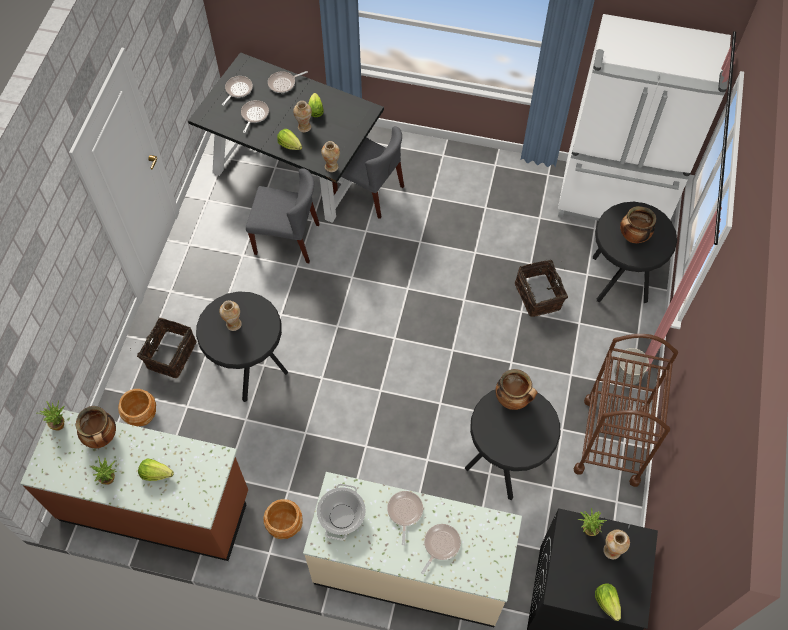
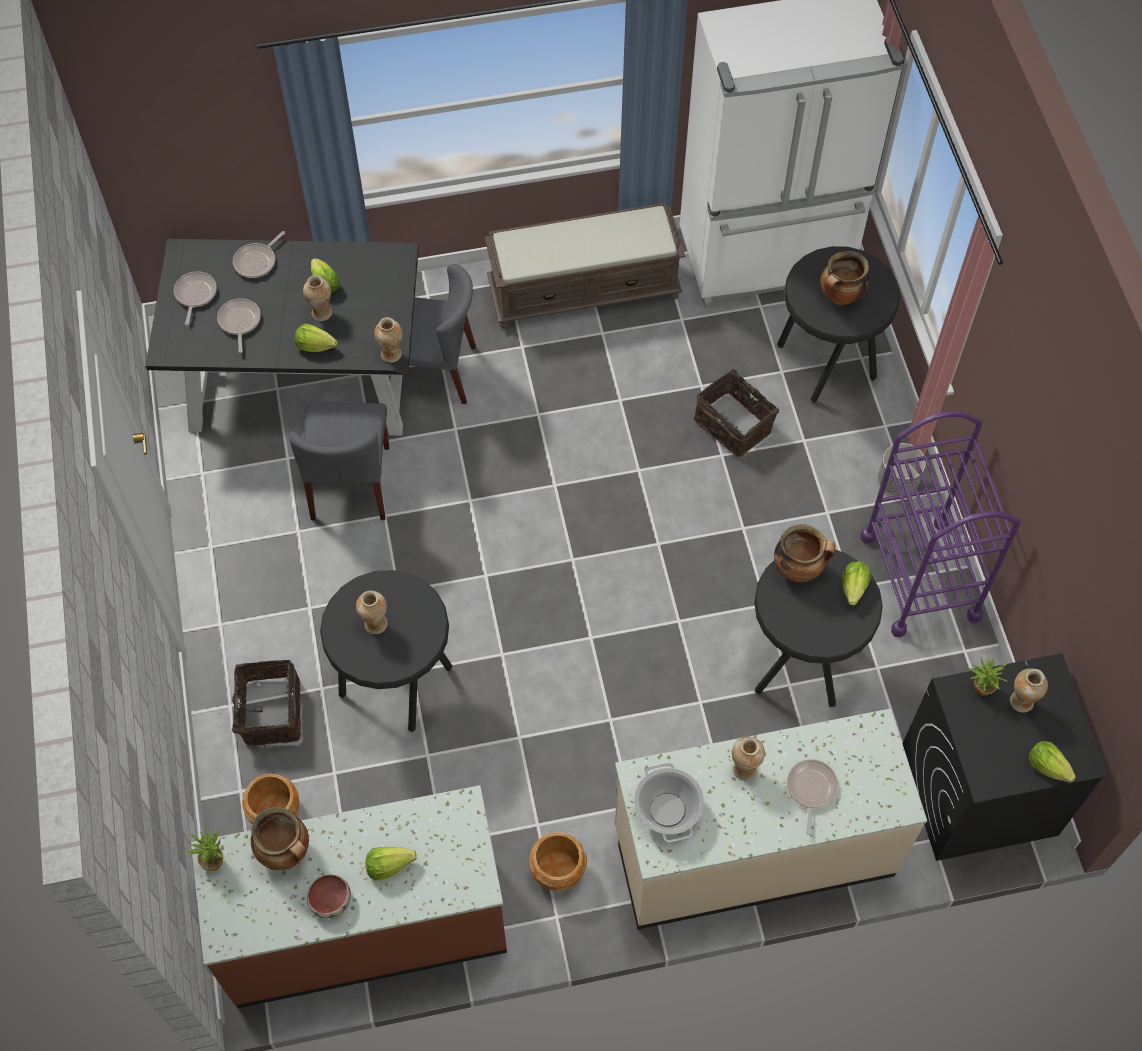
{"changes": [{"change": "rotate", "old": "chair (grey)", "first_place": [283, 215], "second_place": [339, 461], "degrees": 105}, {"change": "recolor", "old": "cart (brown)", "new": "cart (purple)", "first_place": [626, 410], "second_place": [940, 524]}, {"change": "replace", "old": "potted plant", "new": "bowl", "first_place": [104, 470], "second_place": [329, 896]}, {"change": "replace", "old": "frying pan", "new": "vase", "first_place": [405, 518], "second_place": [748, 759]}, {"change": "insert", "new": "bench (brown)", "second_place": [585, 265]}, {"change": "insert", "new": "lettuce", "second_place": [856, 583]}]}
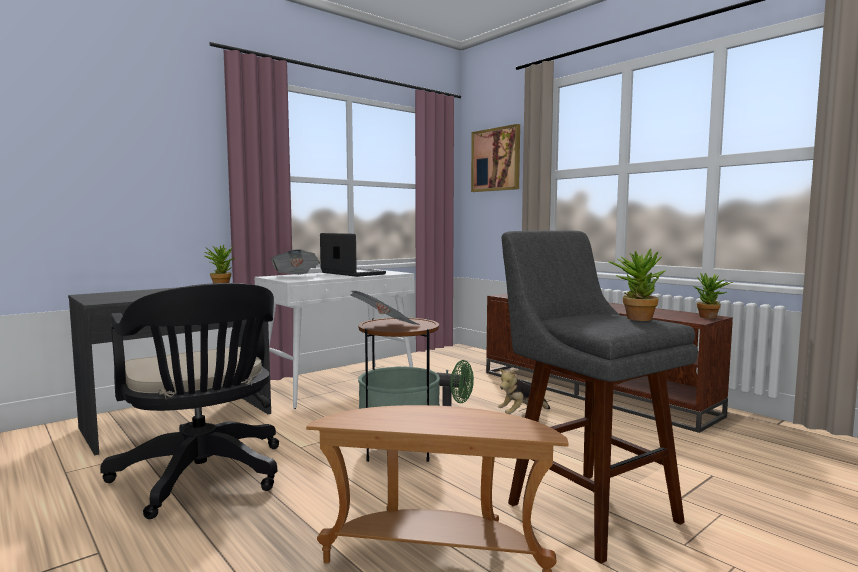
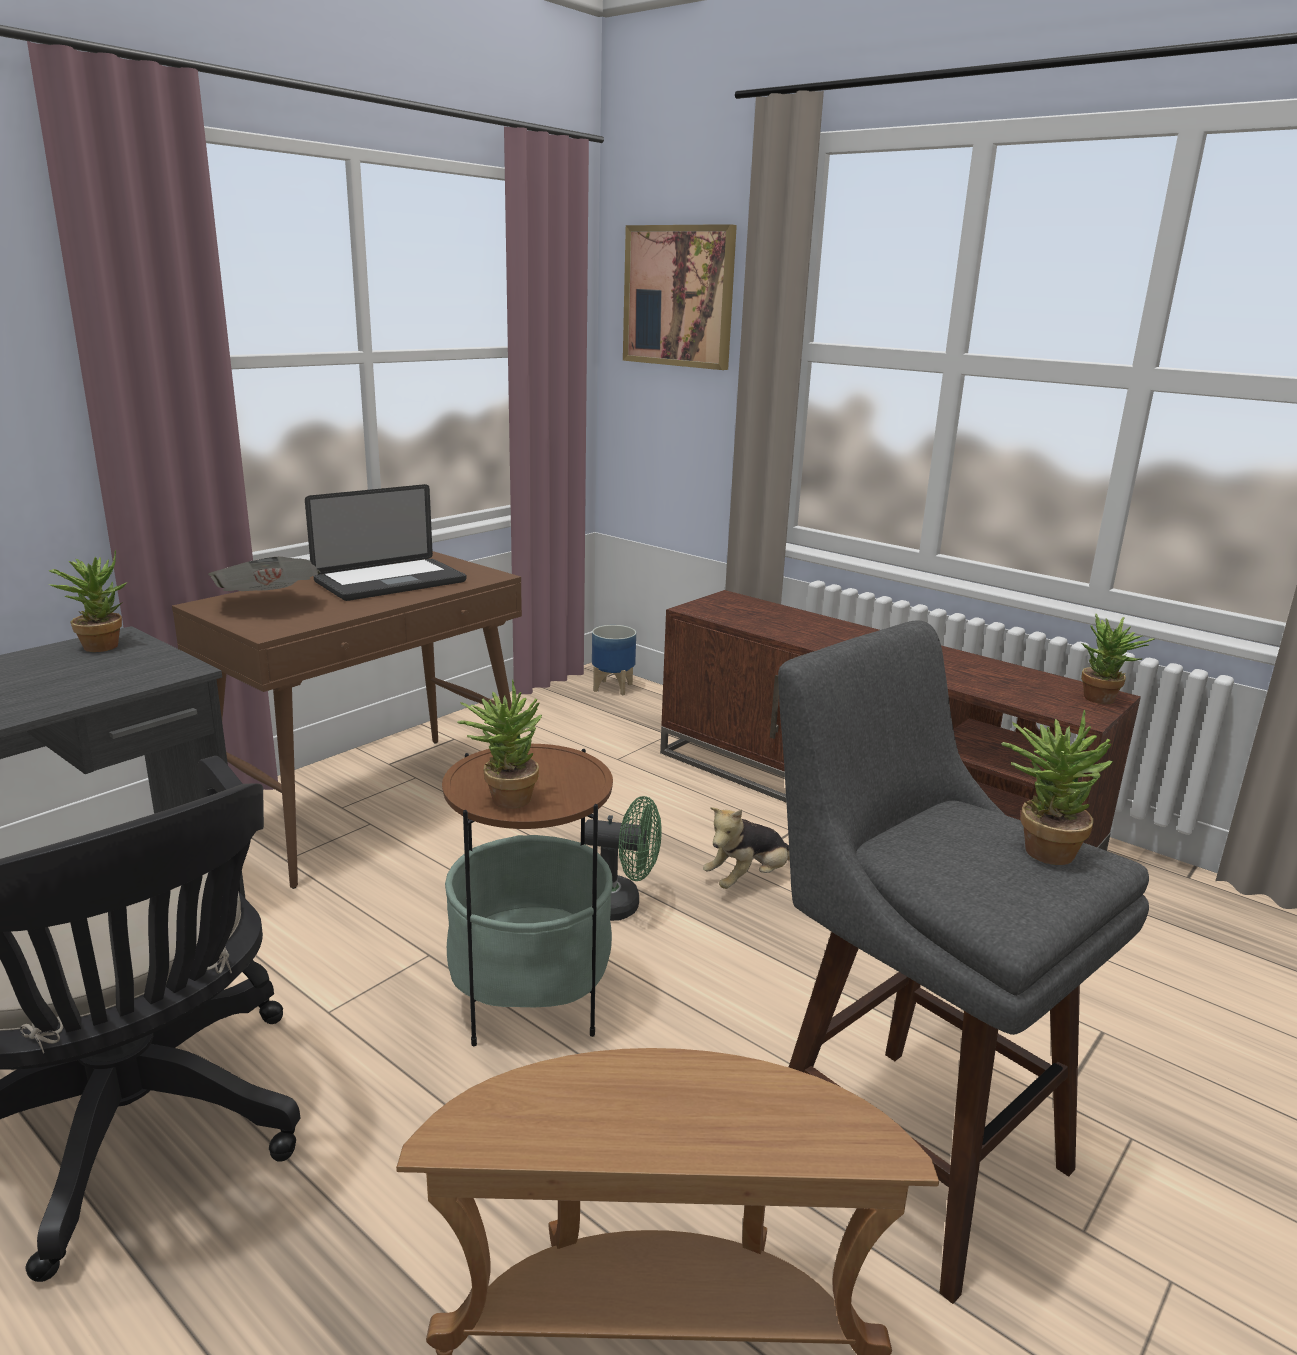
{"changes": [{"change": "rotate", "old": "laptop", "first_place": [353, 255], "second_place": [385, 542], "degrees": 105}, {"change": "recolor", "old": "console table (white)", "new": "console table (brown)", "first_place": [334, 339], "second_place": [347, 720]}, {"change": "replace", "old": "newspaper", "new": "potted plant", "first_place": [385, 308], "second_place": [499, 744]}, {"change": "insert", "new": "planter", "second_place": [614, 660]}]}
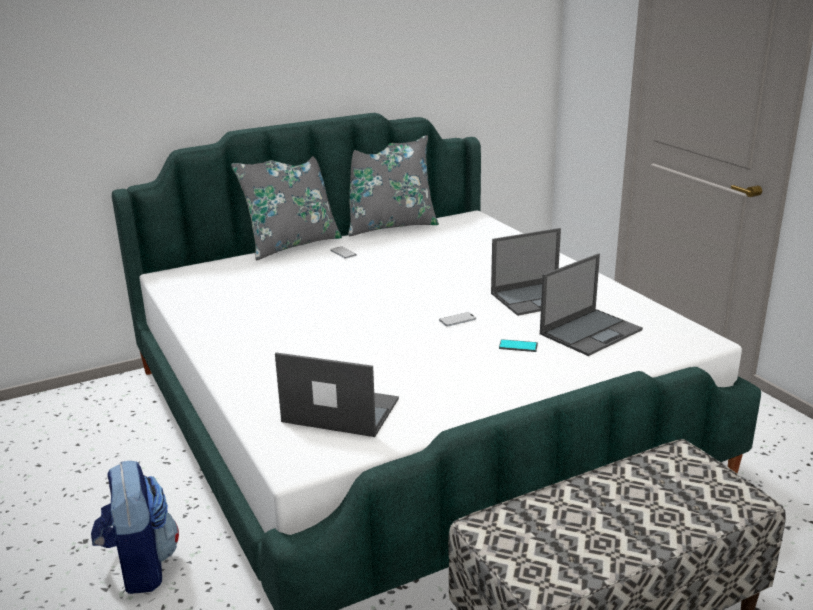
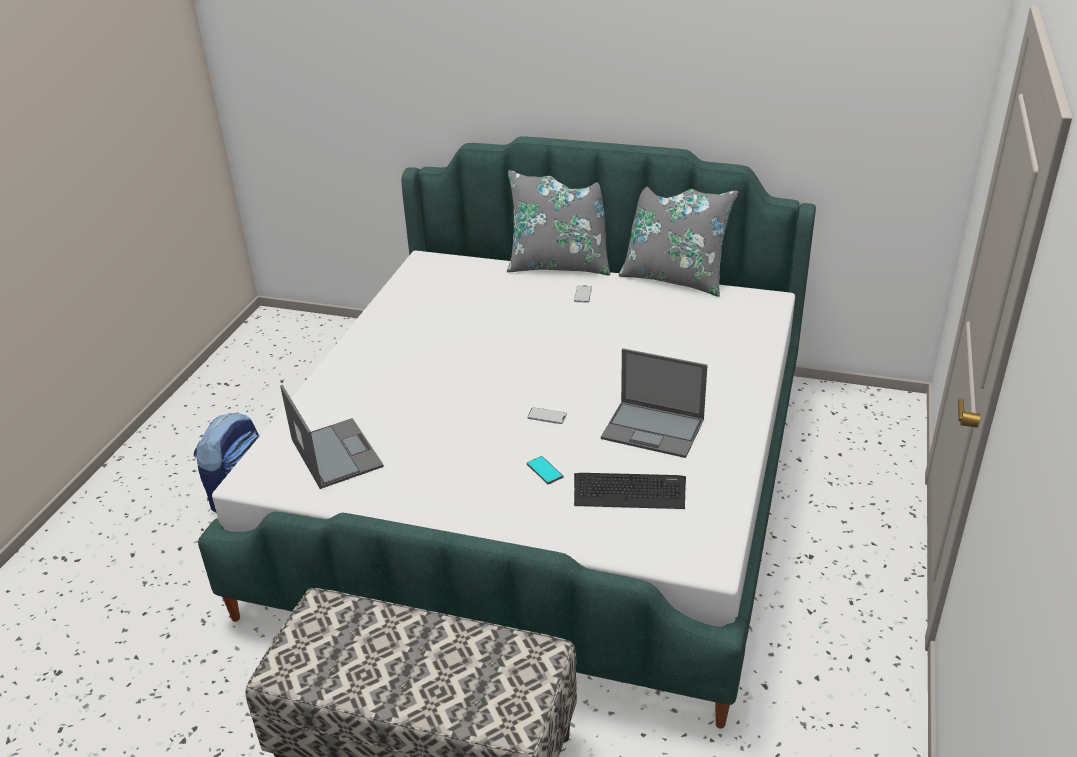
{"changes": [{"change": "replace", "old": "laptop", "new": "keyboard", "first_place": [591, 304], "second_place": [630, 491]}]}
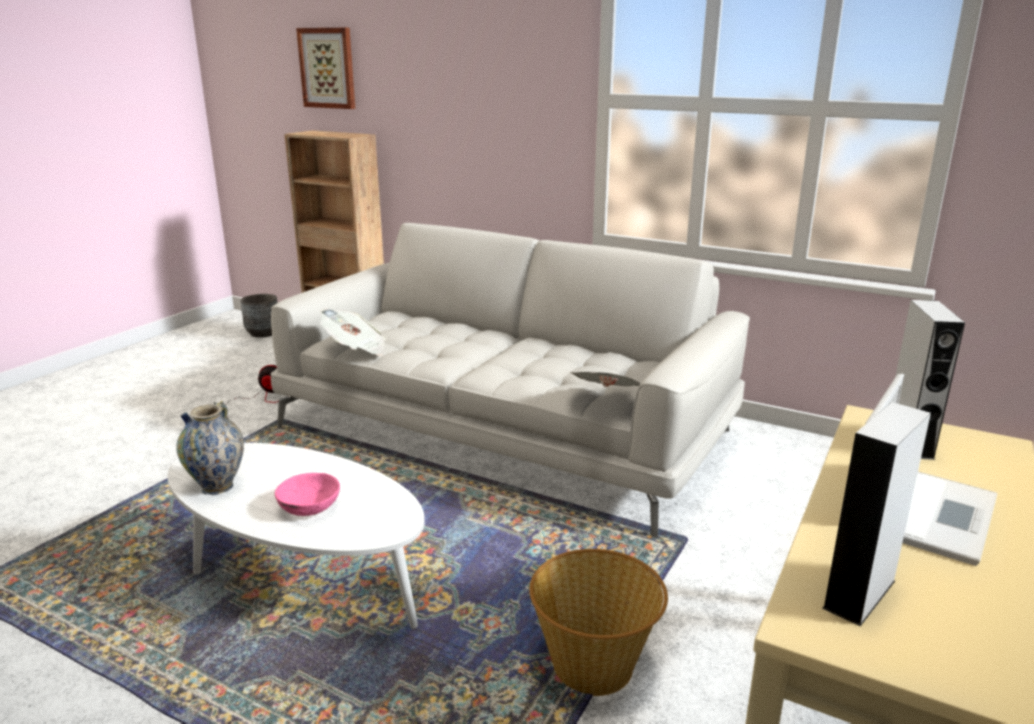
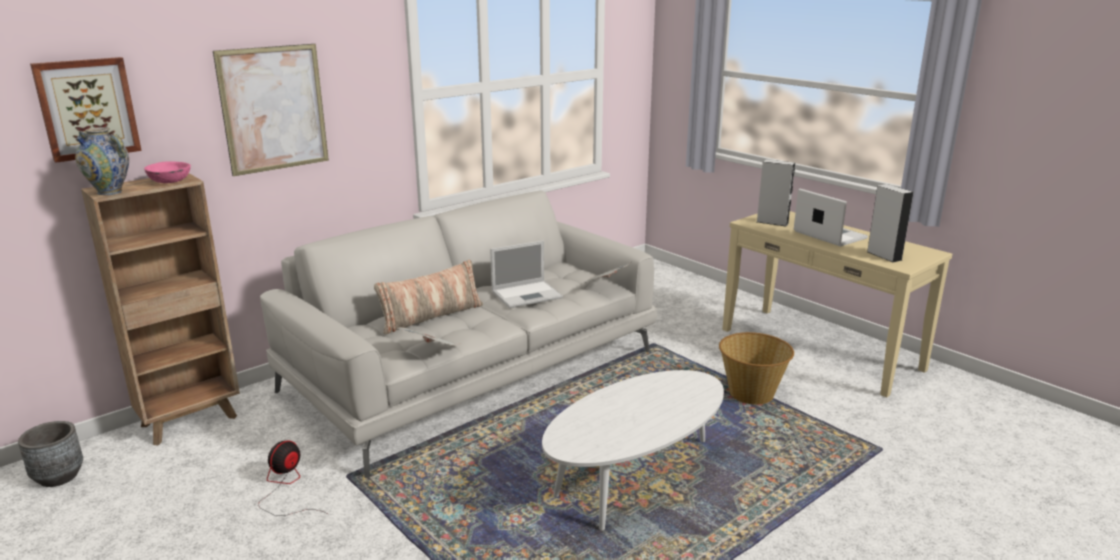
{"changes": [{"change": "move", "old": "vase", "first_place": [210, 448], "second_place": [102, 161]}, {"change": "move", "old": "bowl (pink)", "first_place": [307, 494], "second_place": [167, 172]}, {"change": "insert", "new": "picture", "second_place": [271, 110]}, {"change": "insert", "new": "laptop", "second_place": [526, 274]}, {"change": "insert", "new": "pillow", "second_place": [428, 297]}]}
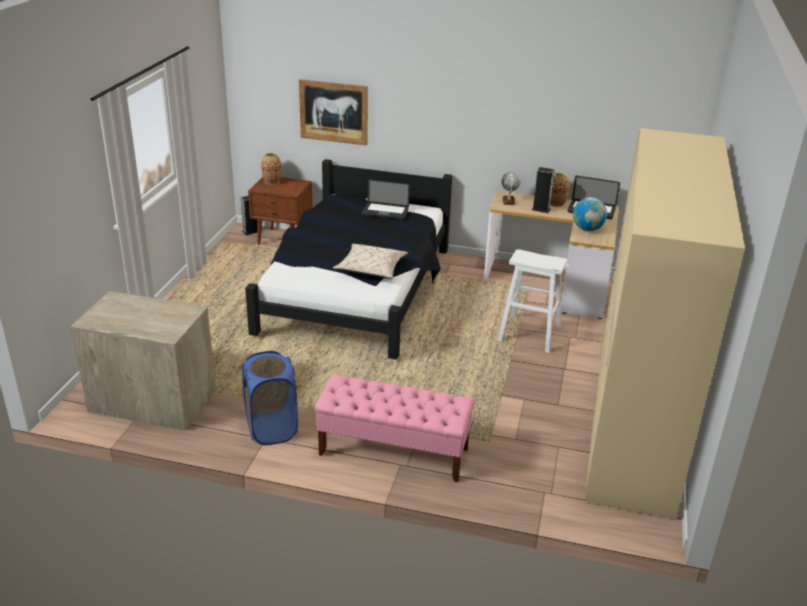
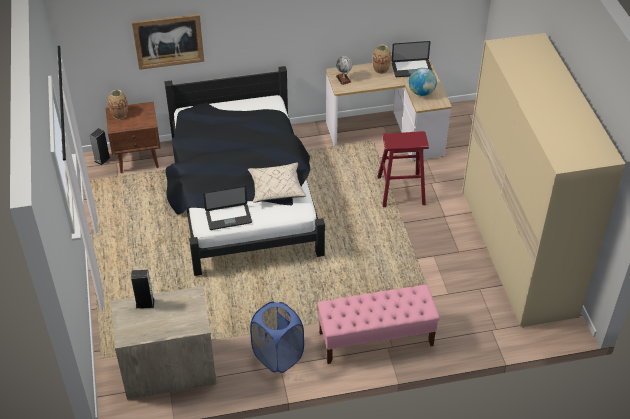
{"changes": [{"change": "move", "old": "speaker", "first_place": [543, 190], "second_place": [143, 289]}, {"change": "move", "old": "laptop", "first_place": [386, 199], "second_place": [227, 208]}, {"change": "recolor", "old": "stool (white)", "new": "stool (red)", "first_place": [532, 301], "second_place": [403, 169]}]}
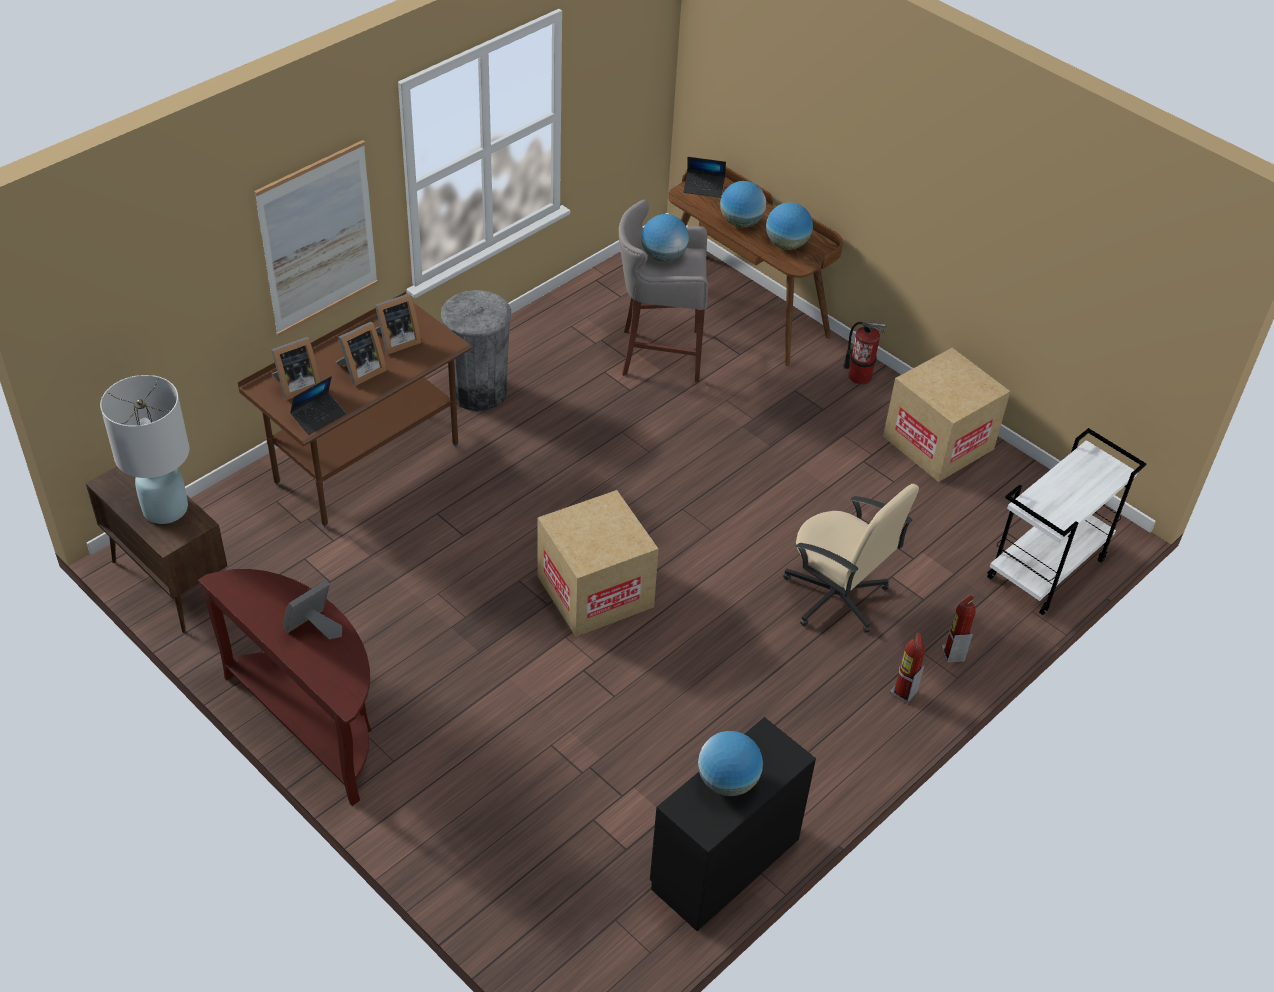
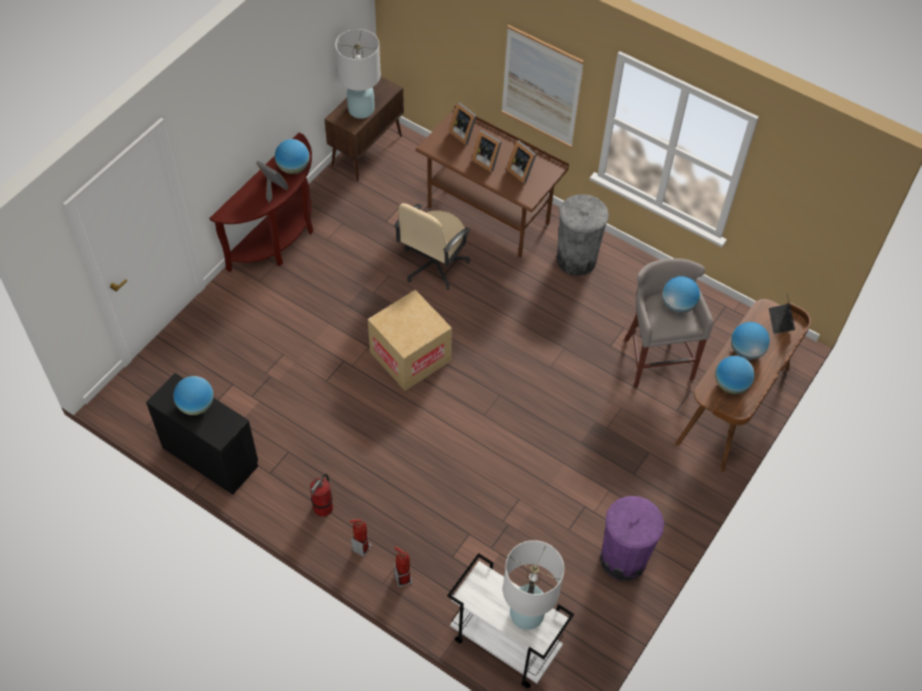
{"changes": [{"change": "move", "old": "fire extinguisher", "first_place": [864, 352], "second_place": [321, 495]}, {"change": "replace", "old": "cardboard box", "new": "trash can (purple)", "first_place": [946, 415], "second_place": [632, 538]}, {"change": "delete", "old": "laptop", "first_place": [318, 405]}, {"change": "move", "old": "office chair (beige)", "first_place": [851, 558], "second_place": [432, 246]}, {"change": "insert", "new": "globe", "second_place": [292, 156]}, {"change": "insert", "new": "table lamp (white)", "second_place": [533, 585]}]}
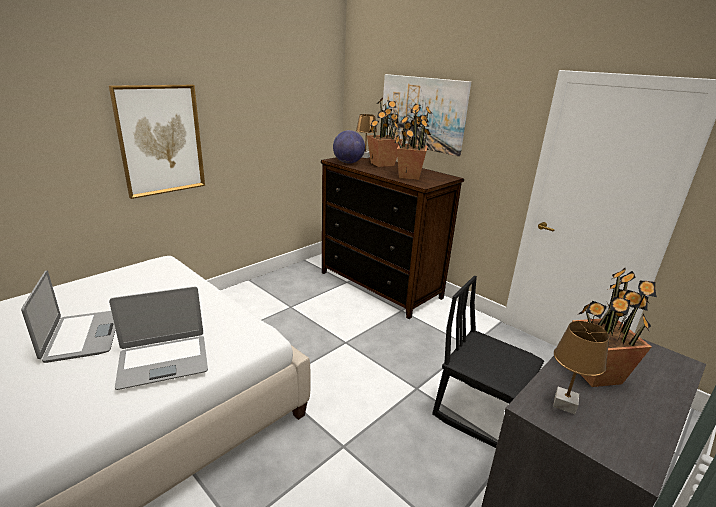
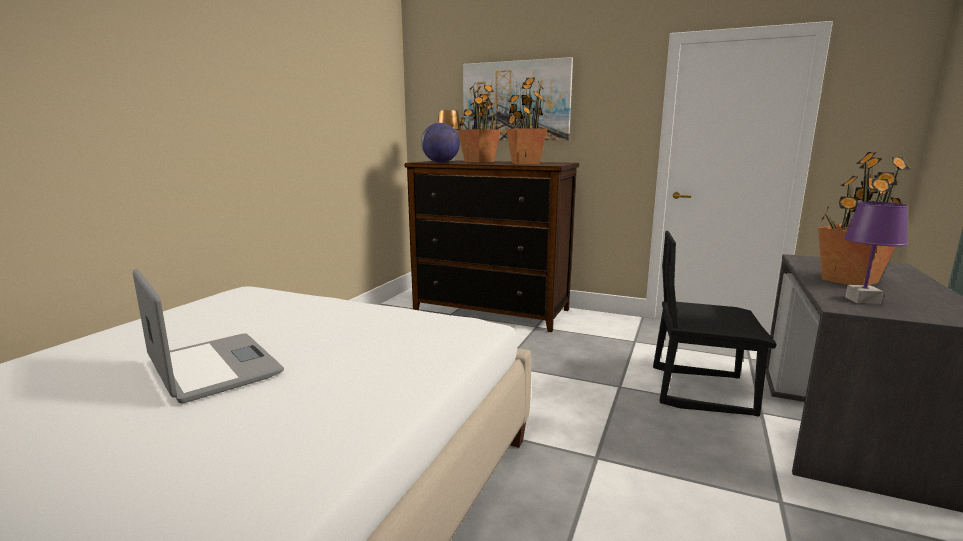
{"changes": [{"change": "delete", "old": "picture", "first_place": [157, 142]}, {"change": "delete", "old": "laptop", "first_place": [158, 338]}, {"change": "recolor", "old": "table lamp (brown)", "new": "table lamp (purple)", "first_place": [581, 367], "second_place": [876, 252]}]}
